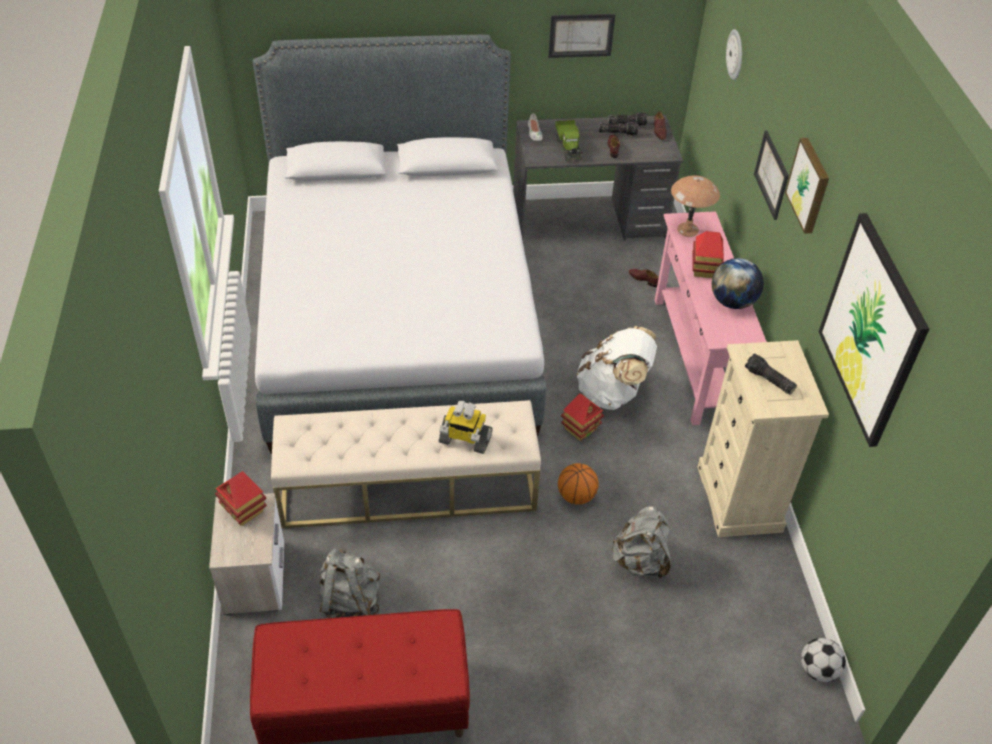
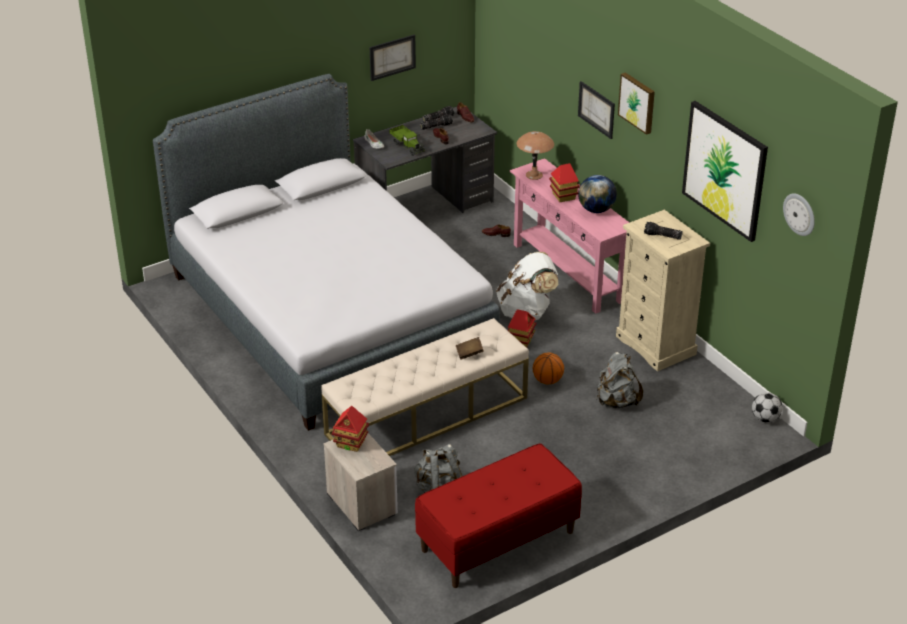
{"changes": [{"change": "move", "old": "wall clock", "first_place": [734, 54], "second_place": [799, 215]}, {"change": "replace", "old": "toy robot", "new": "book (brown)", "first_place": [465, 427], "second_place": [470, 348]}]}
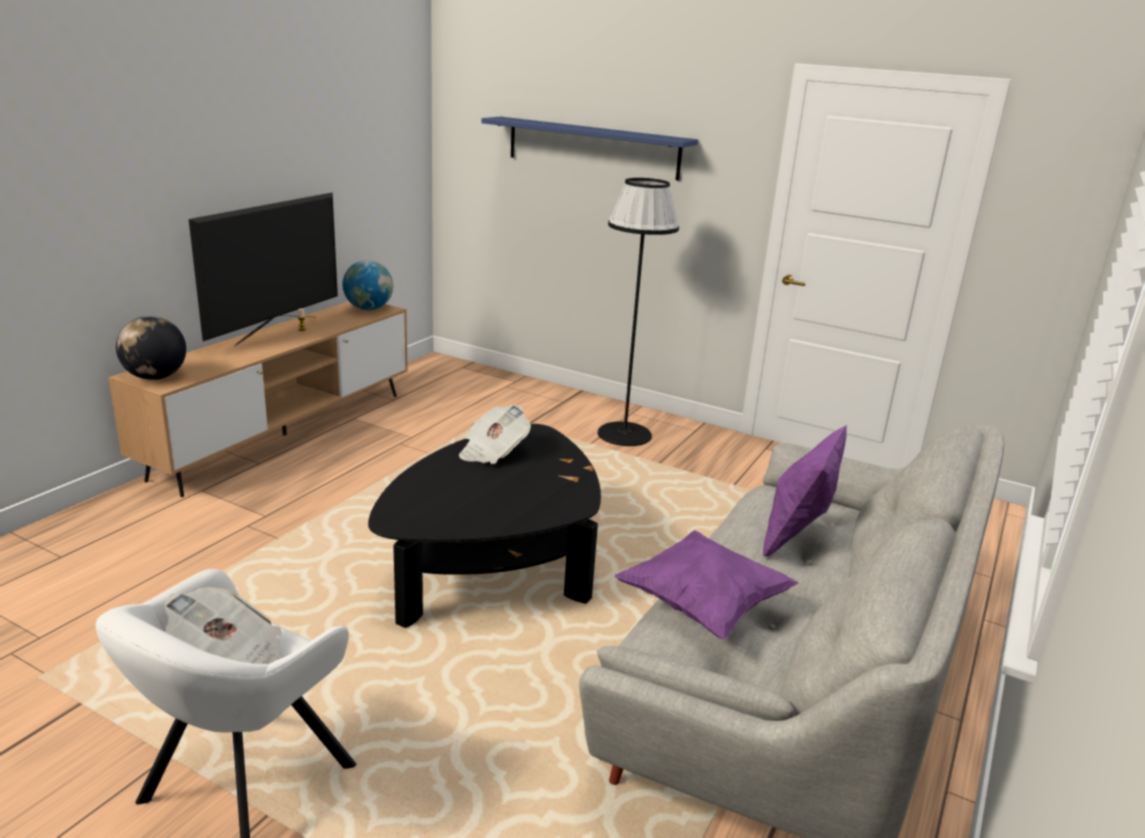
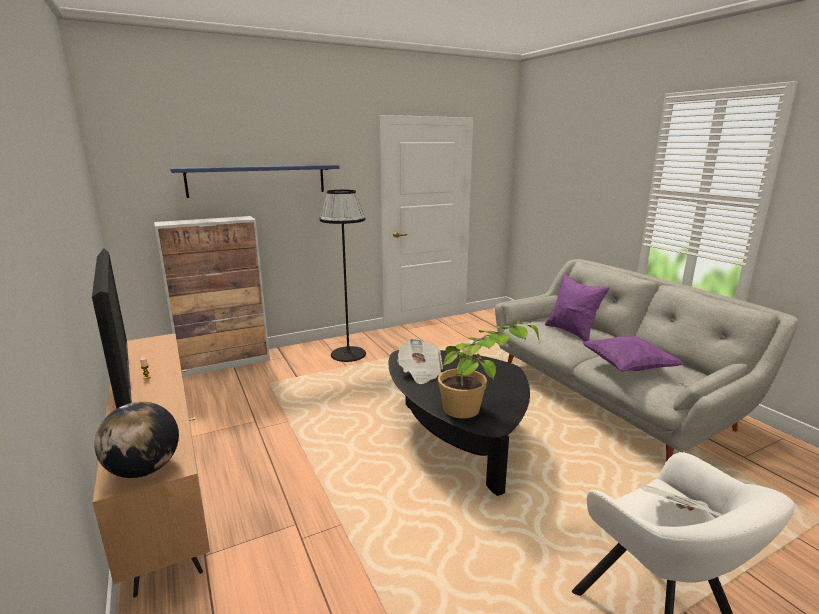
{"changes": [{"change": "delete", "old": "globe", "first_place": [368, 285]}, {"change": "insert", "new": "cabinet", "second_place": [212, 296]}, {"change": "insert", "new": "potted plant", "second_place": [489, 370]}]}
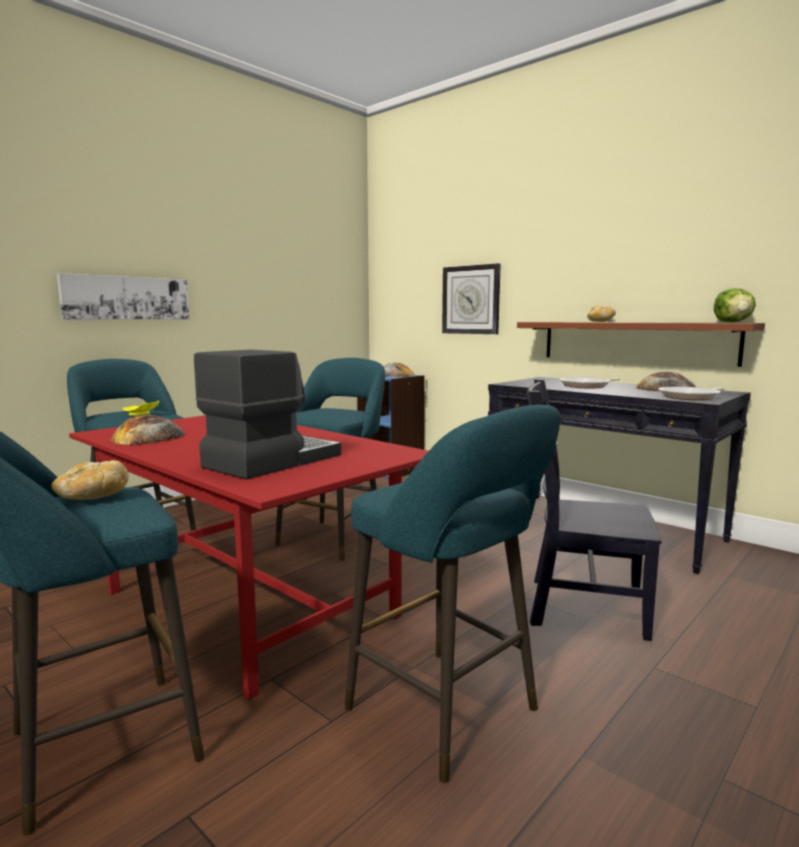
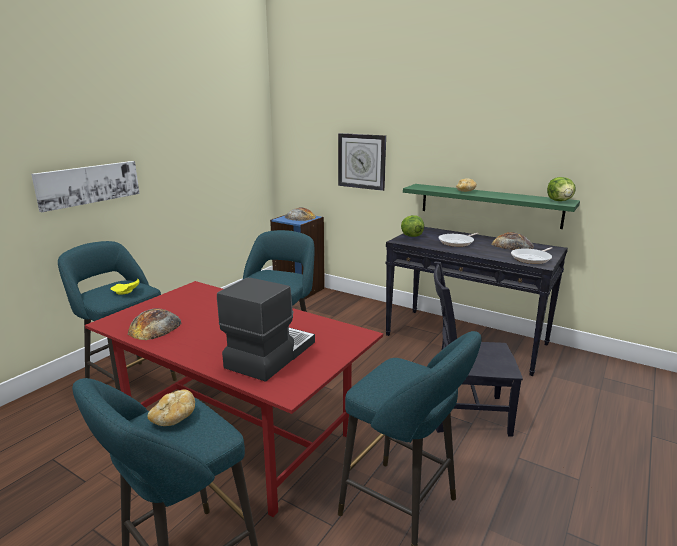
{"changes": [{"change": "recolor", "old": "shelf (brown)", "new": "shelf (green)", "first_place": [641, 344], "second_place": [491, 206]}, {"change": "insert", "new": "lettuce", "second_place": [412, 226]}]}
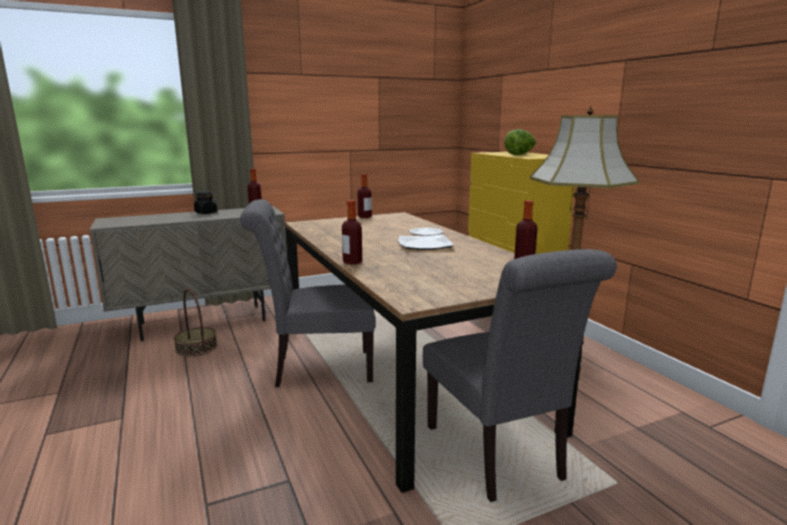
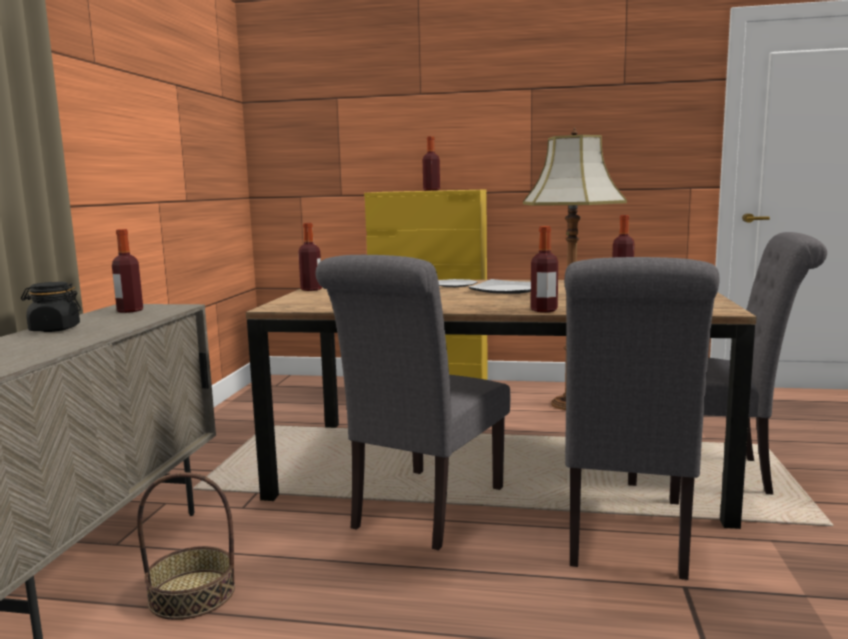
{"changes": [{"change": "replace", "old": "lettuce", "new": "bottle", "first_place": [520, 142], "second_place": [431, 163]}, {"change": "insert", "new": "chair (grey)", "second_place": [642, 418]}]}
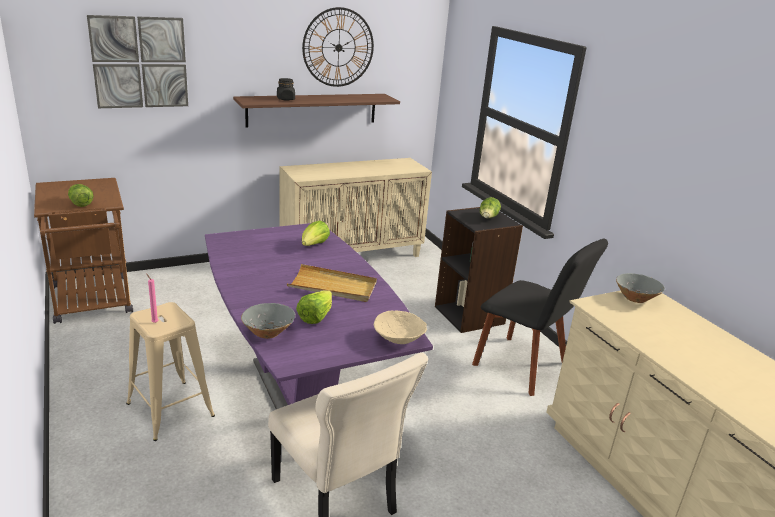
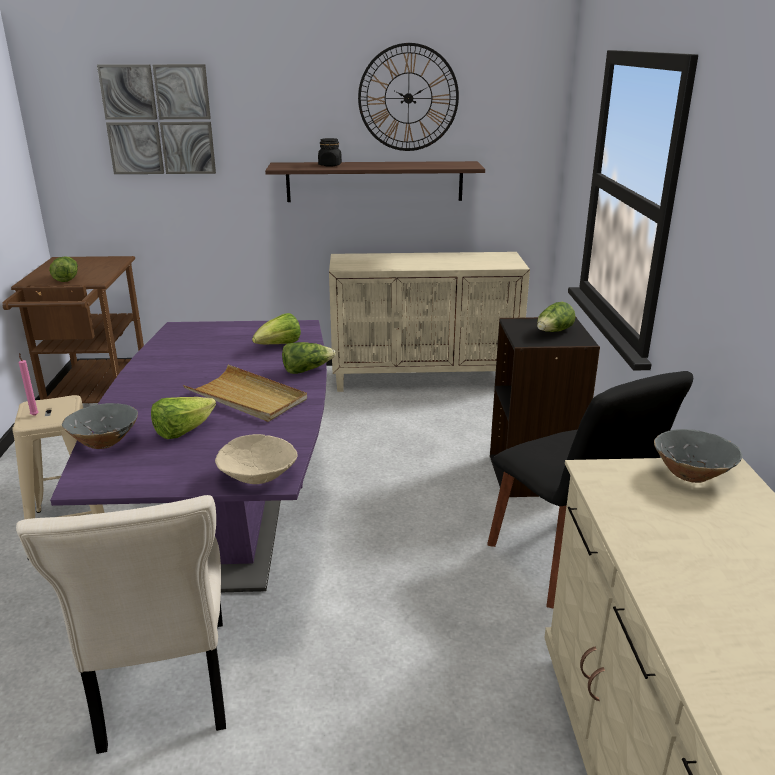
{"changes": [{"change": "insert", "new": "lettuce", "second_place": [309, 358]}]}
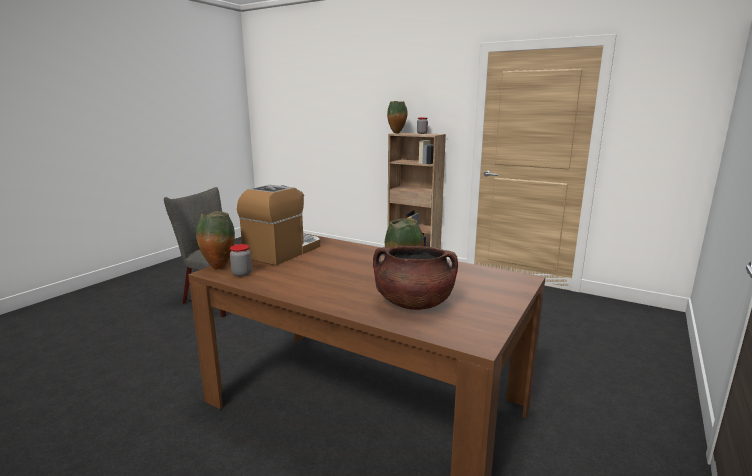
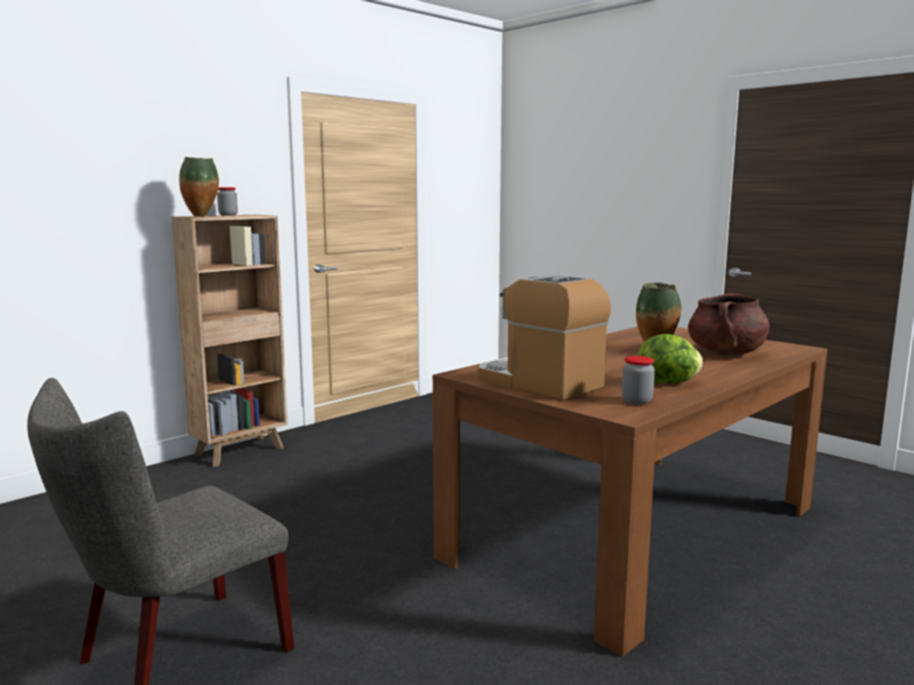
{"changes": [{"change": "delete", "old": "vase", "first_place": [215, 240]}, {"change": "insert", "new": "lettuce", "second_place": [670, 358]}]}
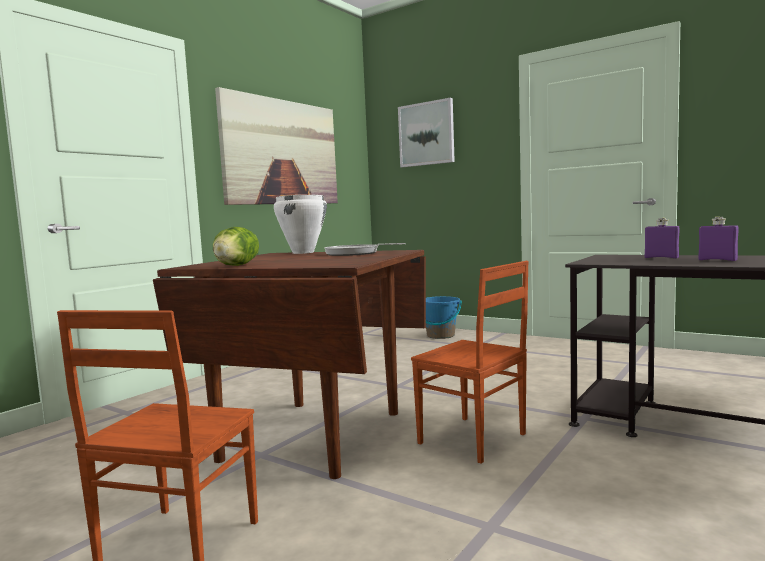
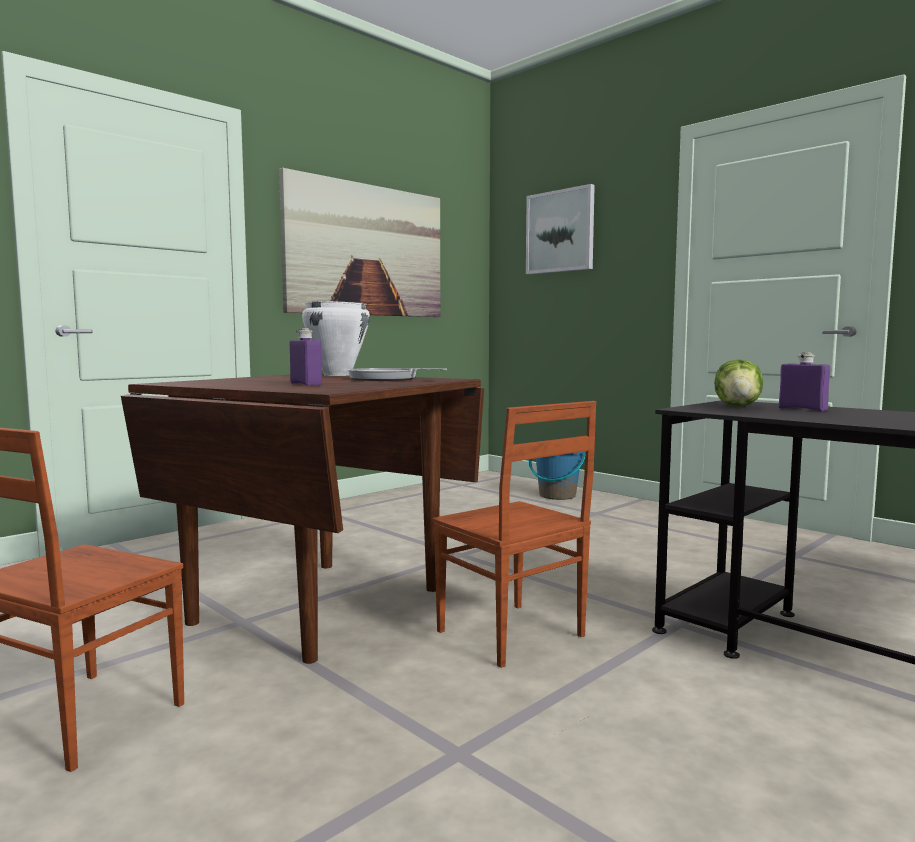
{"changes": [{"change": "move", "old": "bottle (purple)", "first_place": [718, 239], "second_place": [306, 357]}, {"change": "move", "old": "lettuce", "first_place": [236, 246], "second_place": [738, 383]}]}
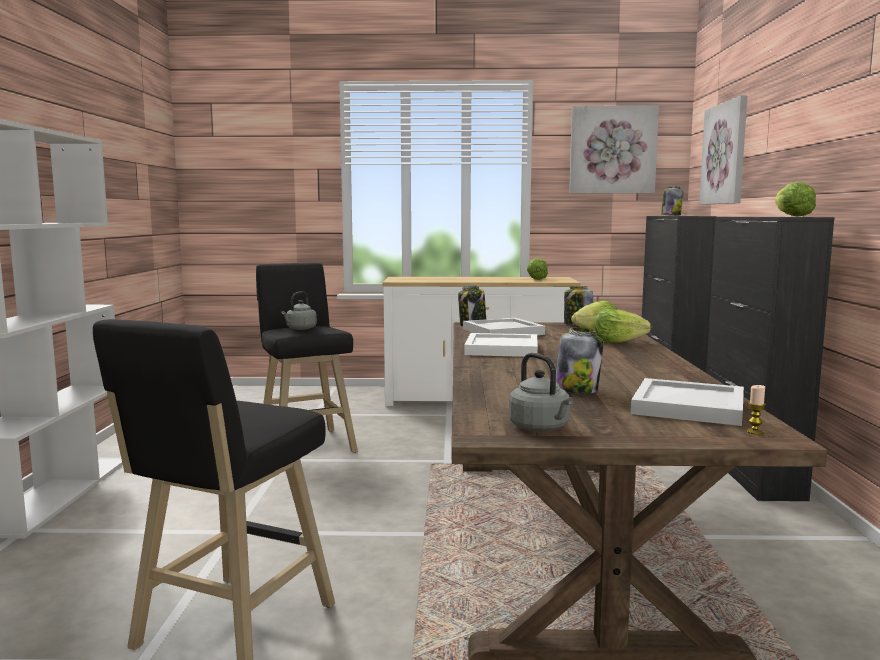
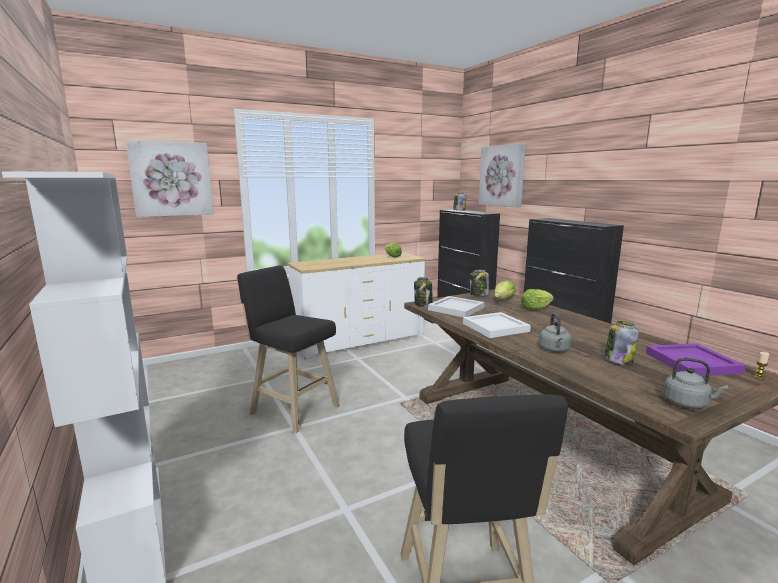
{"changes": [{"change": "move", "old": "picture", "first_place": [614, 150], "second_place": [170, 178]}, {"change": "delete", "old": "lettuce", "first_place": [795, 199]}, {"change": "move", "old": "kettle (grey)", "first_place": [299, 310], "second_place": [555, 332]}, {"change": "recolor", "old": "tray (white)", "new": "tray (purple)", "first_place": [687, 402], "second_place": [696, 359]}]}
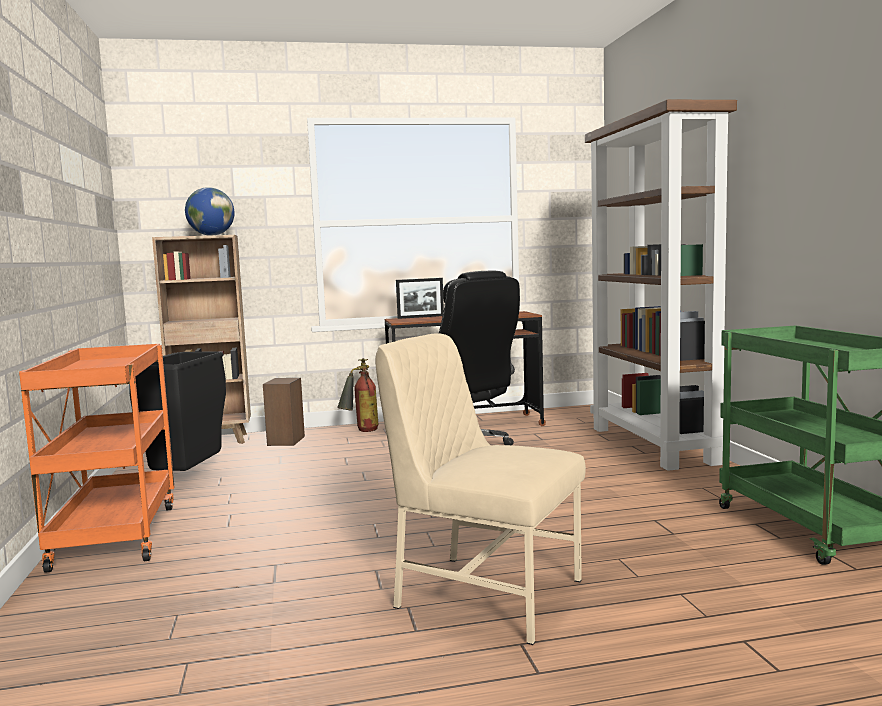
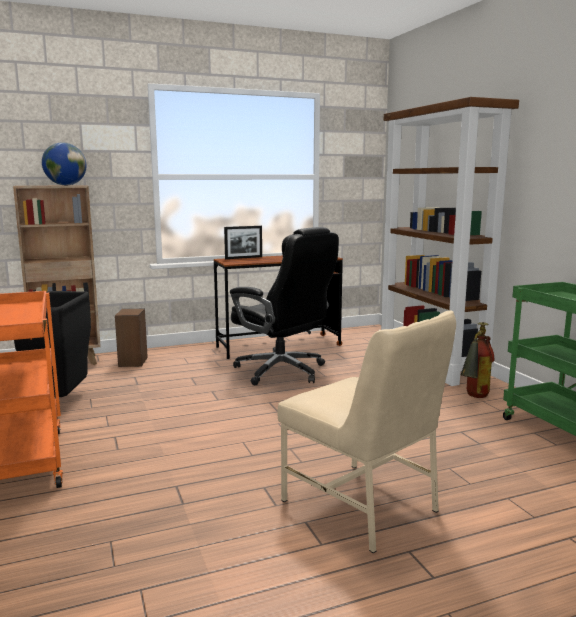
{"changes": [{"change": "rotate", "old": "chair (beige)", "first_place": [480, 489], "second_place": [366, 431], "degrees": -150}, {"change": "move", "old": "fire extinguisher", "first_place": [358, 395], "second_place": [478, 360]}]}
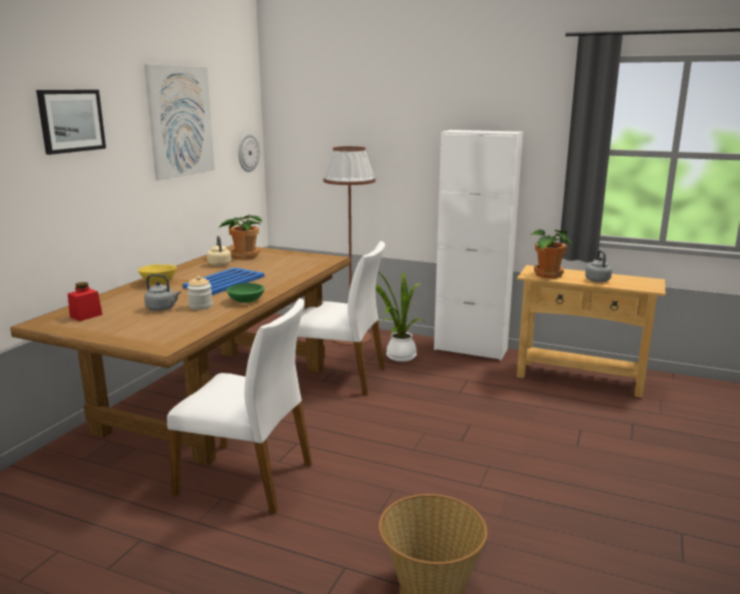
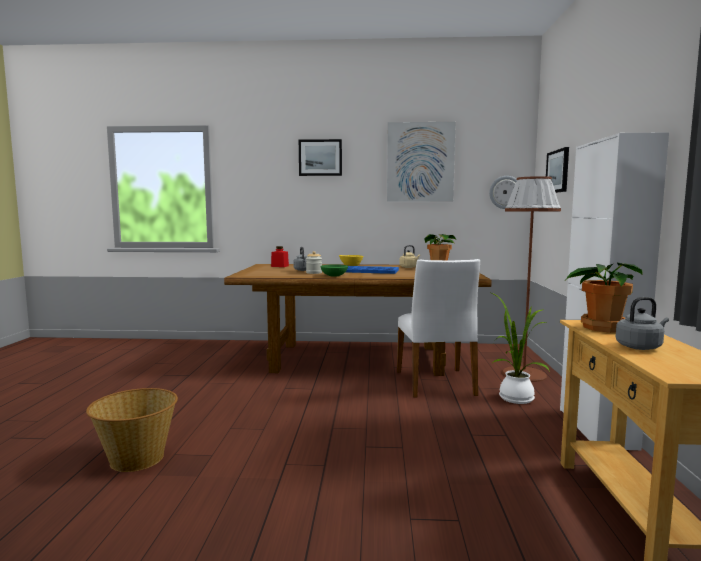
{"changes": [{"change": "delete", "old": "chair (white)", "first_place": [239, 406]}, {"change": "insert", "new": "picture", "second_place": [557, 170]}]}
